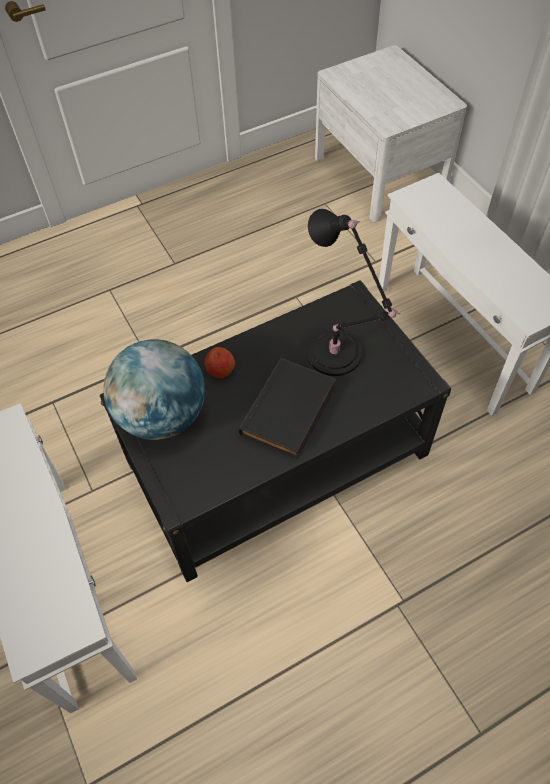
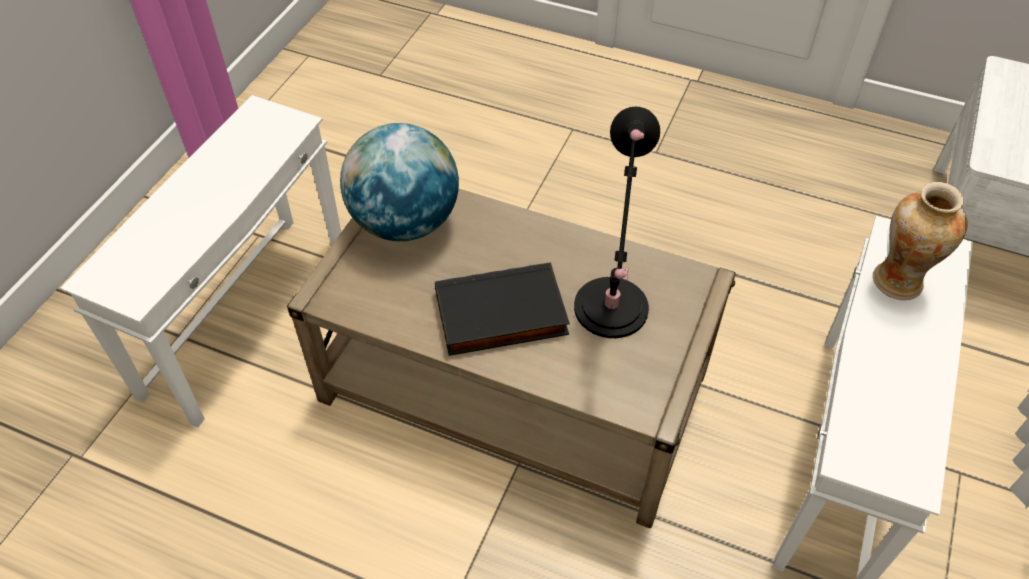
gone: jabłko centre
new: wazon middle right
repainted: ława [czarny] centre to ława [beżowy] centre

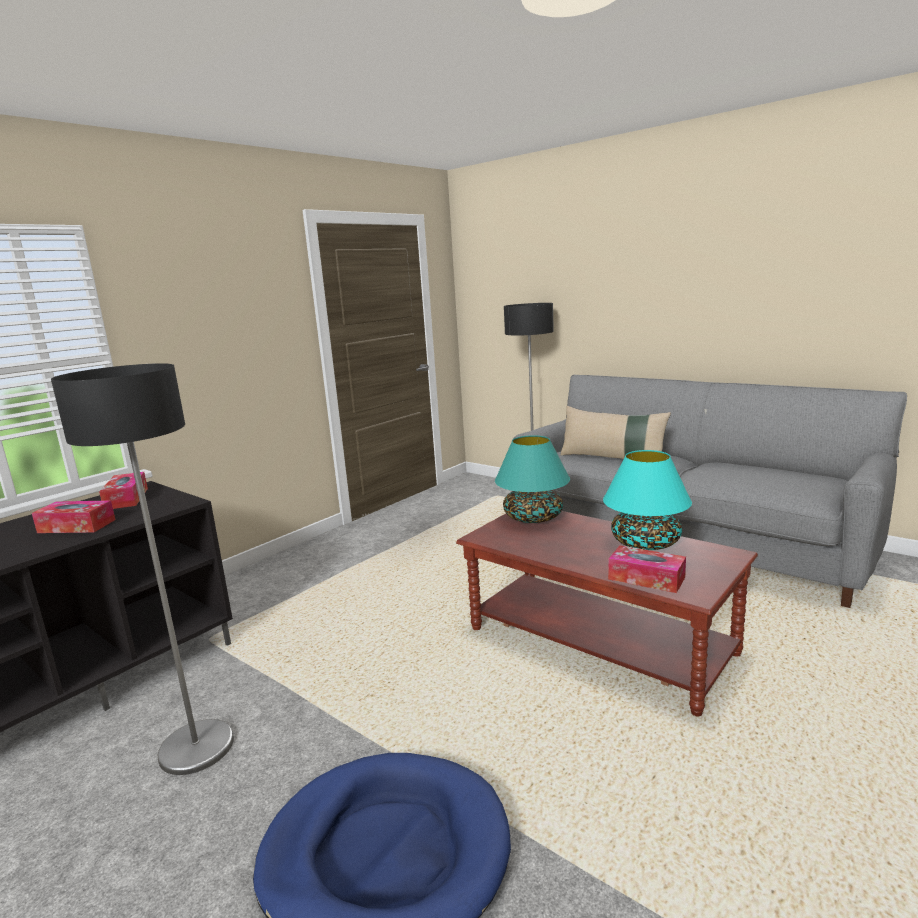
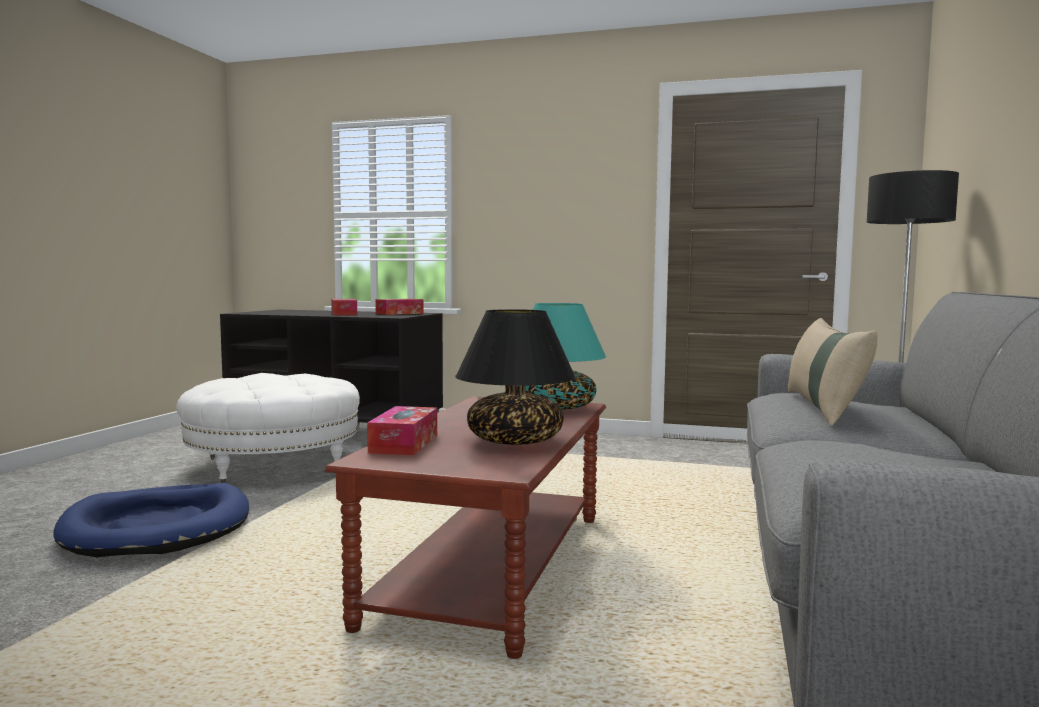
swapped: lampa stojąca (no. 1 from left) middle left to pufa [biały] middle left
repainted: lampa stołowa [turkusowy] (no. 2 from left) middle right to lampa stołowa [czarny] centre

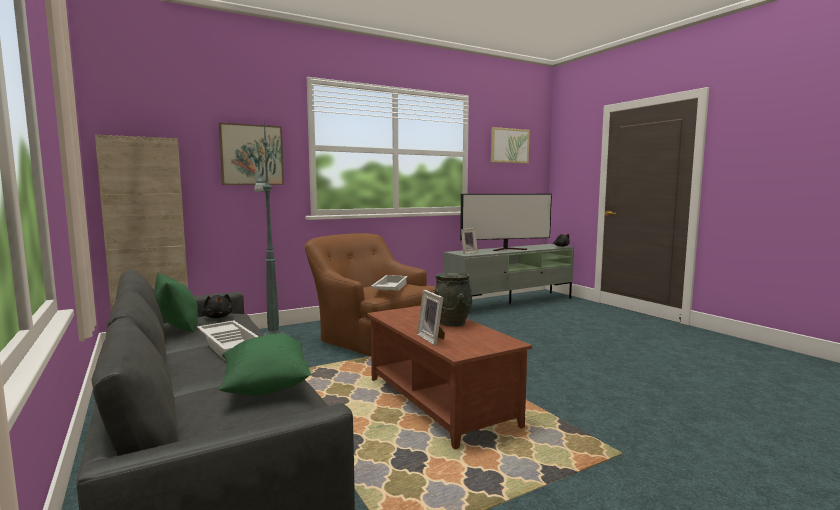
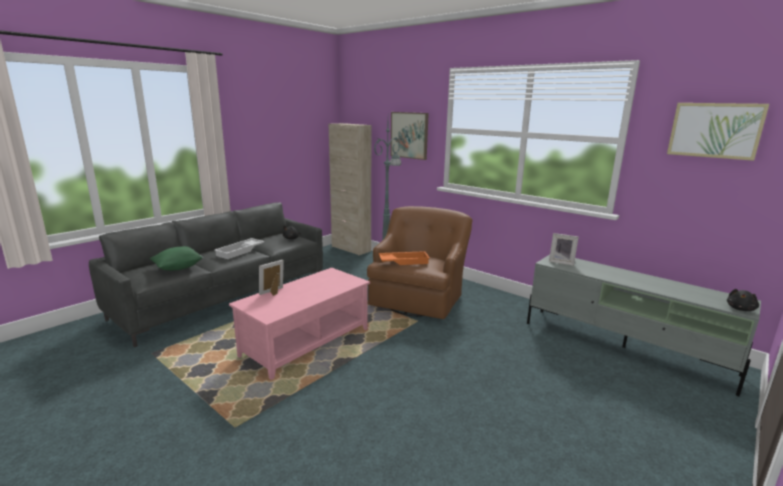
gone: telewizor centre; poduszka [zielony] (no. 1 from left) middle left; wazon [szary] centre
repainted: taca [biały] (no. 2 from left) centre to taca [pomarańczowy] centre; ława [brązowy] bottom centre to ława [różowy] bottom centre

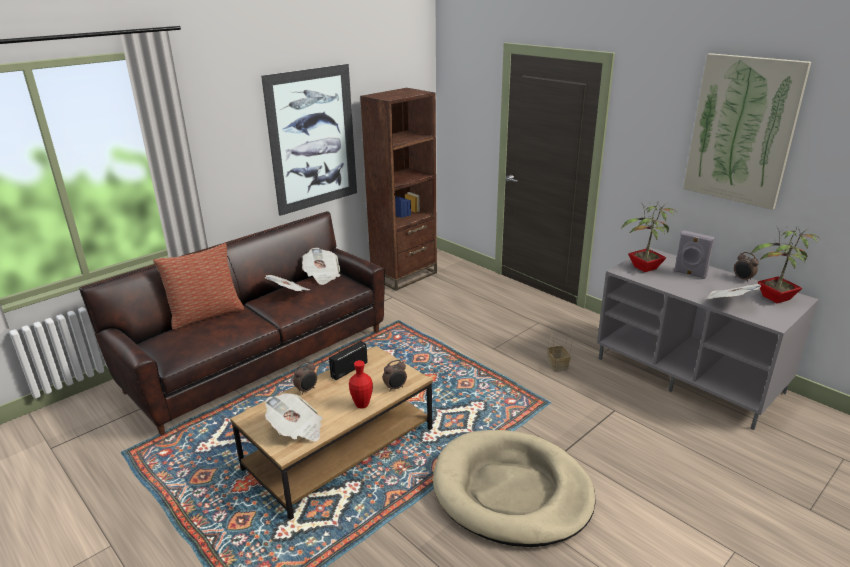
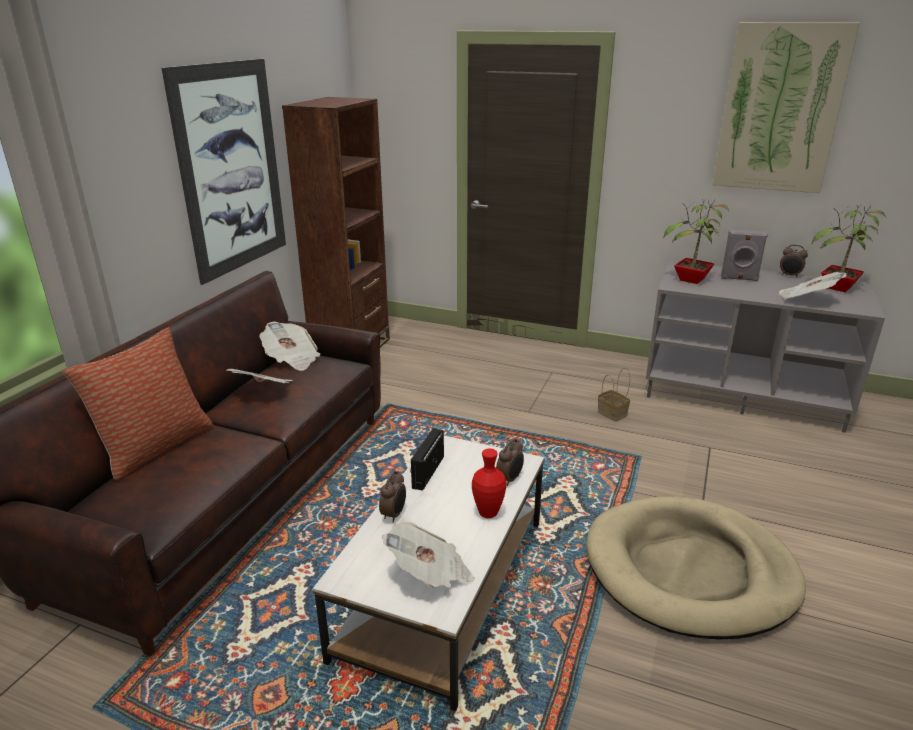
repainted: ława [brązowy] bottom centre to ława [biały] bottom centre

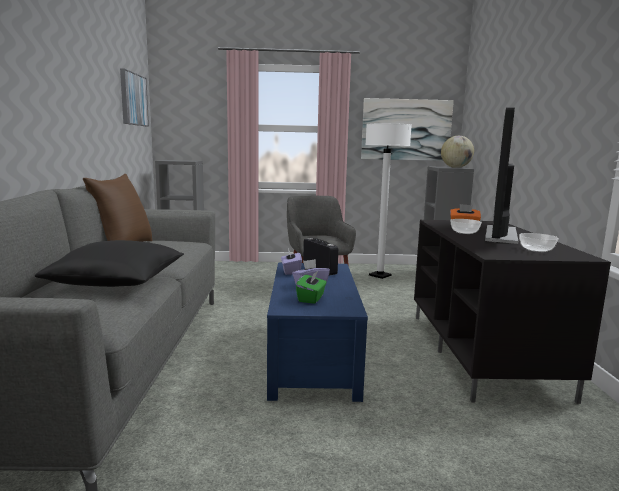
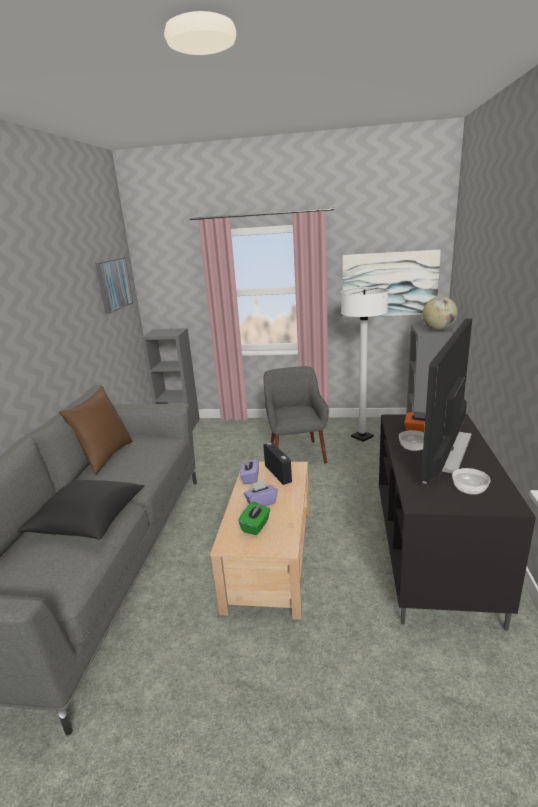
repainted: ława [niebieski] bottom centre to ława [beżowy] bottom centre

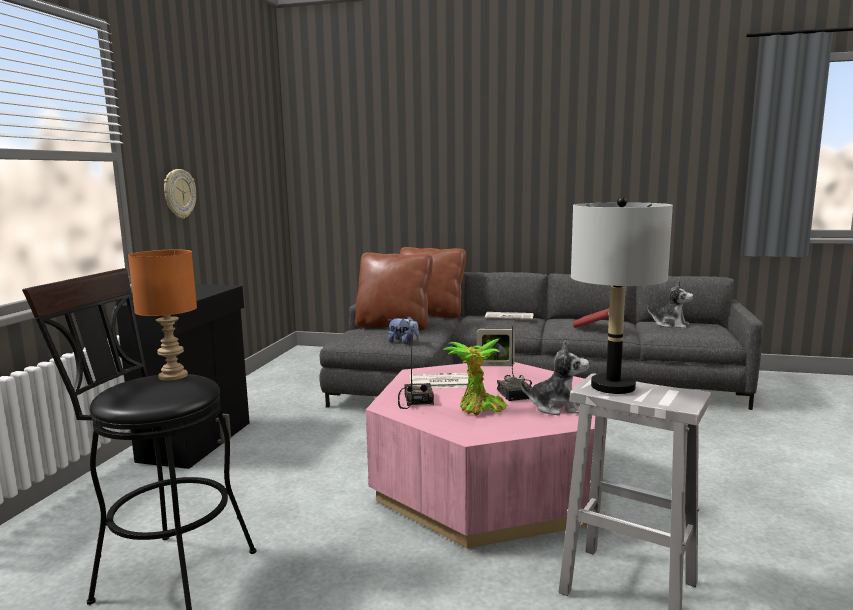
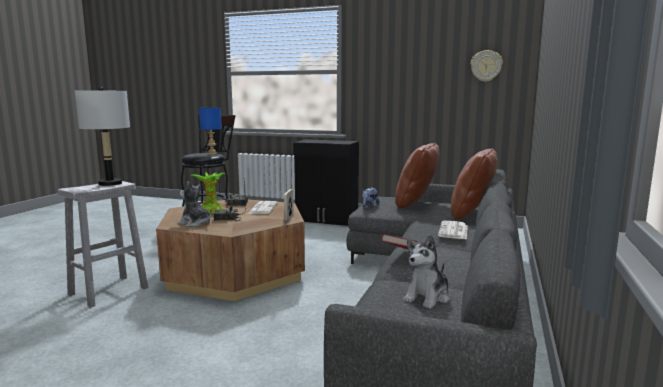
shifted: zegar ścienny top left to top right
repainted: lampa stołowa [pomarańczowy] middle left to lampa stołowa [niebieski] middle left; ława [różowy] bottom centre to ława [brązowy] centre
rotated: pluszak (no. 2 from left in the first image) centre = middle left 105 degrees clockwise

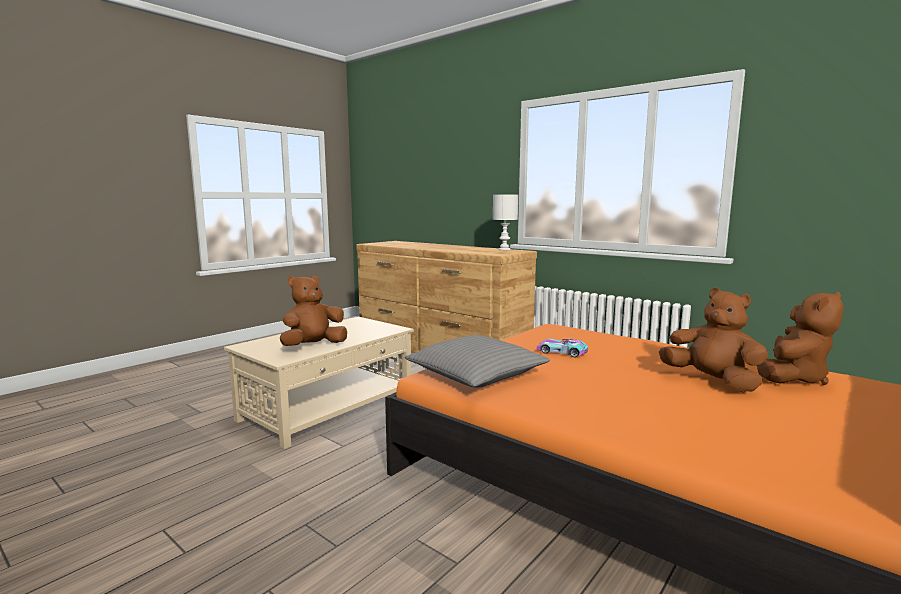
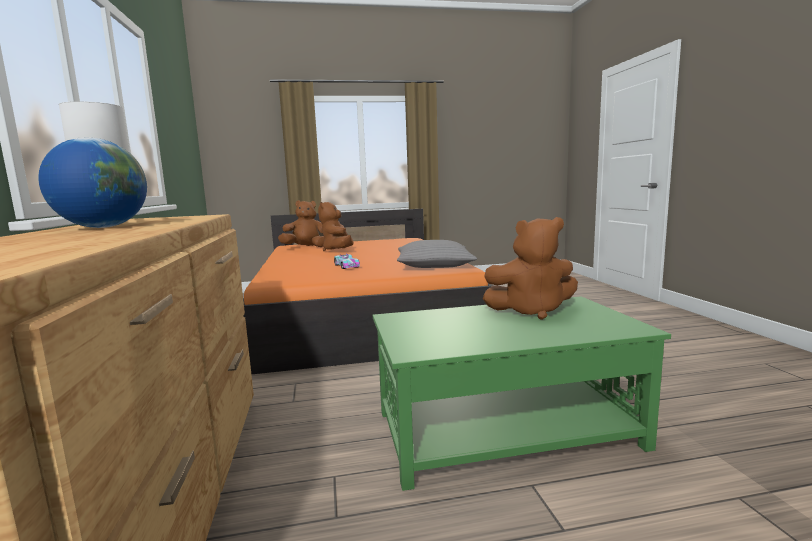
new: globus middle left
repainted: ława [beżowy] centre to ława [zielony] bottom centre

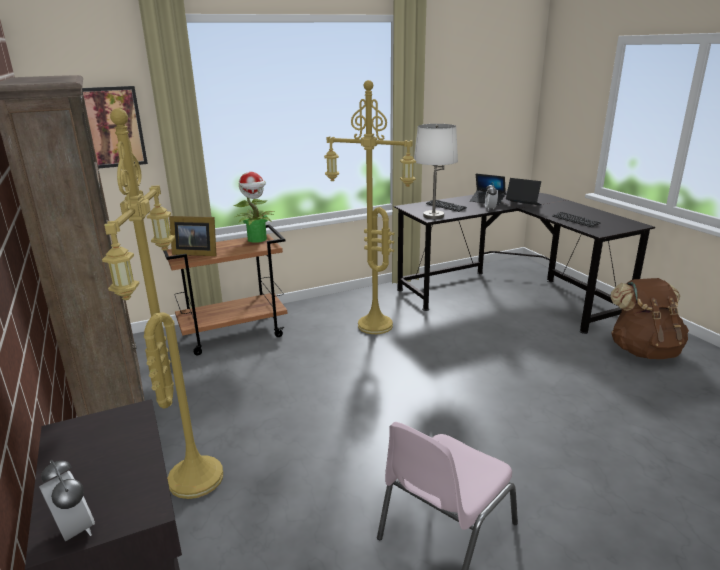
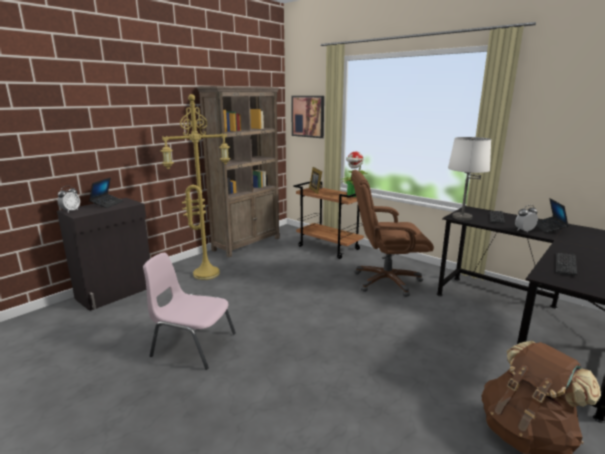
shifted: laptop (no. 2 from left in the first image) middle right to laptop (no. 1 from left) middle left
swapped: lampa stojąca [żółty] (no. 2 from left) centre to krzesło biurowe [brązowy] centre

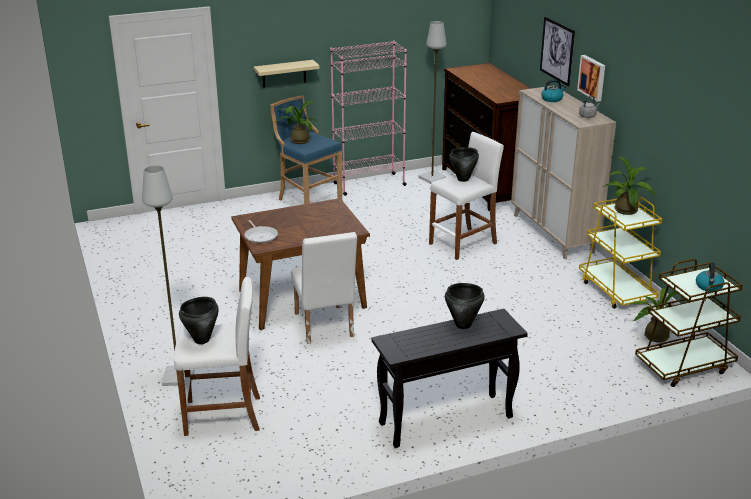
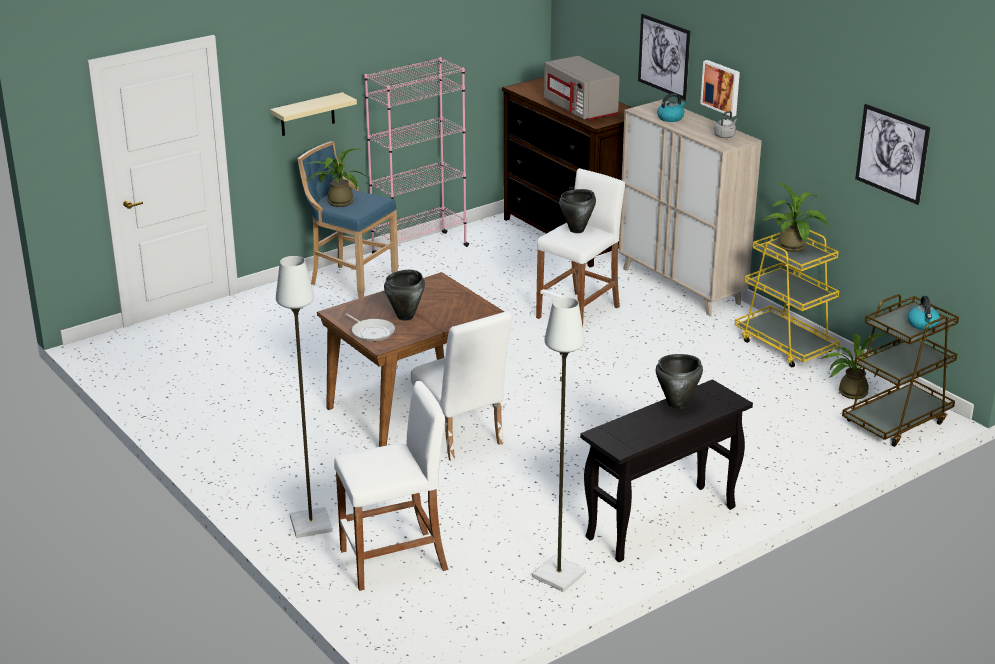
new: mikrofalówka [szary] top centre; obraz (no. 3 from left) top right
shifted: lampa stojąca [szary] (no. 2 from left) top centre to bottom centre; garnek [czarny] (no. 1 from left) middle left to centre

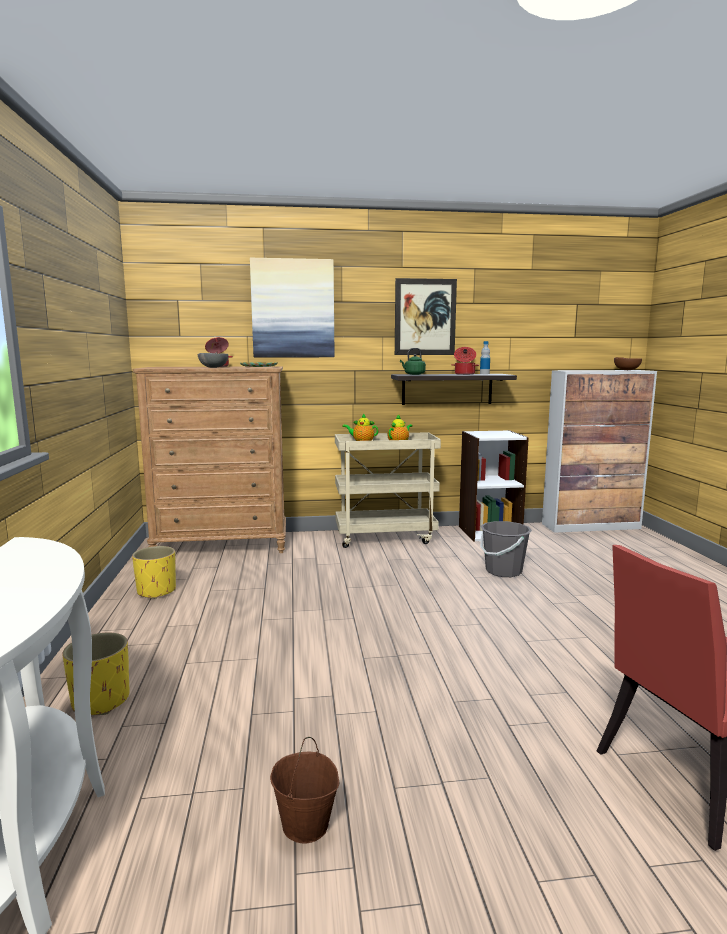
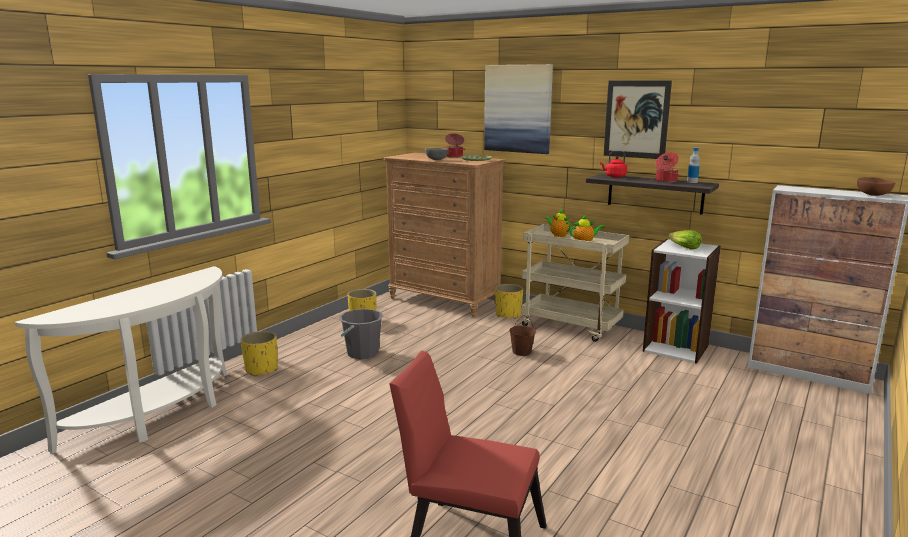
new: sałata middle right; donica [żółty] (no. 3 from left) centre
shifted: wiadro [szary] middle right to centre; wiadro [brązowy] bottom centre to centre
repainted: czajnik [zielony] centre to czajnik [czerwony] top right

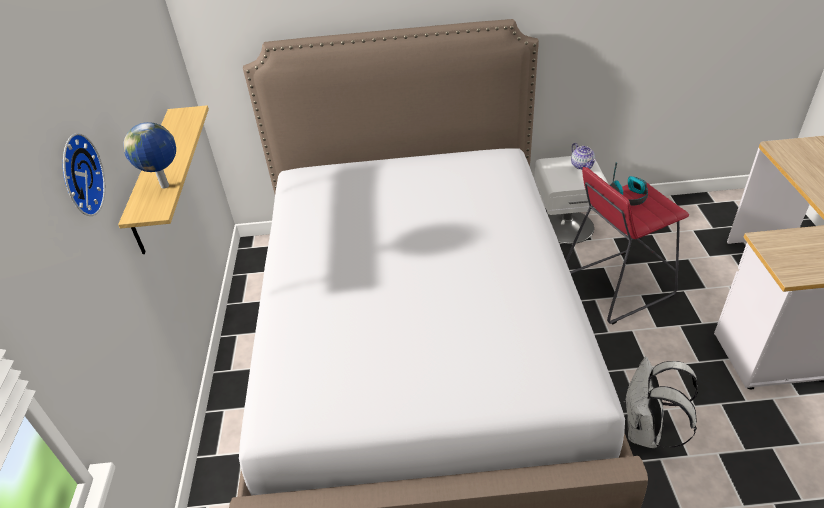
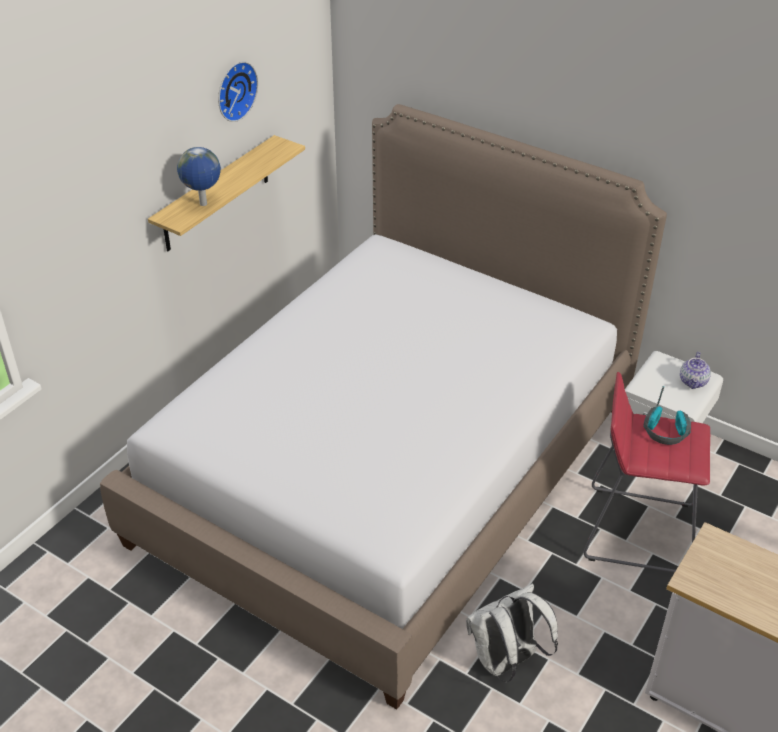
shifted: zegar ścienny middle left to top left

